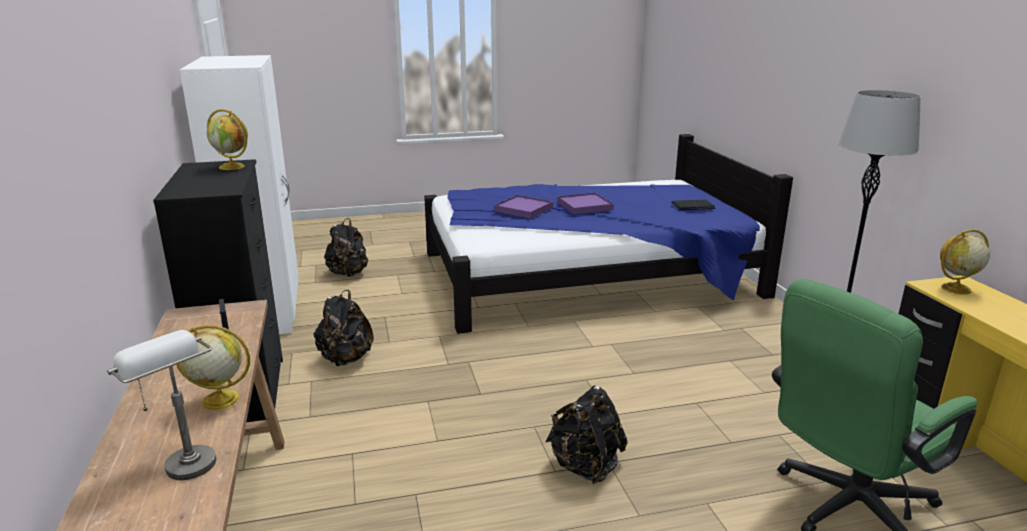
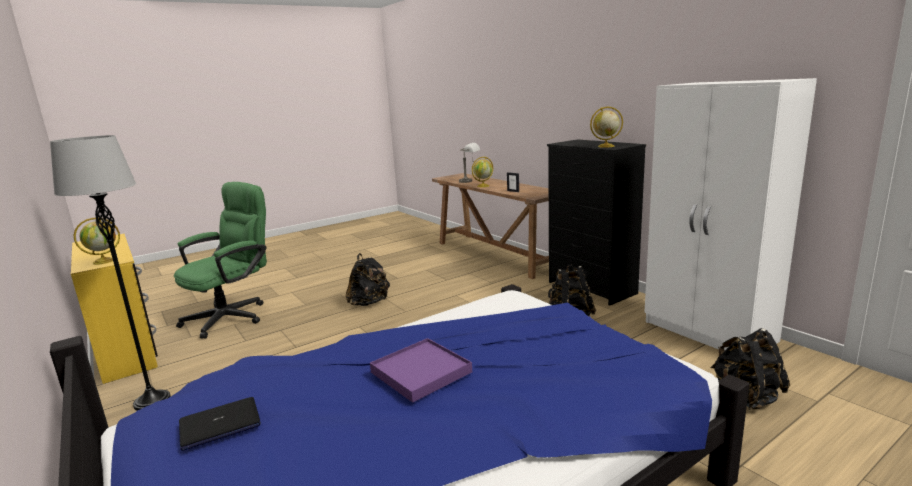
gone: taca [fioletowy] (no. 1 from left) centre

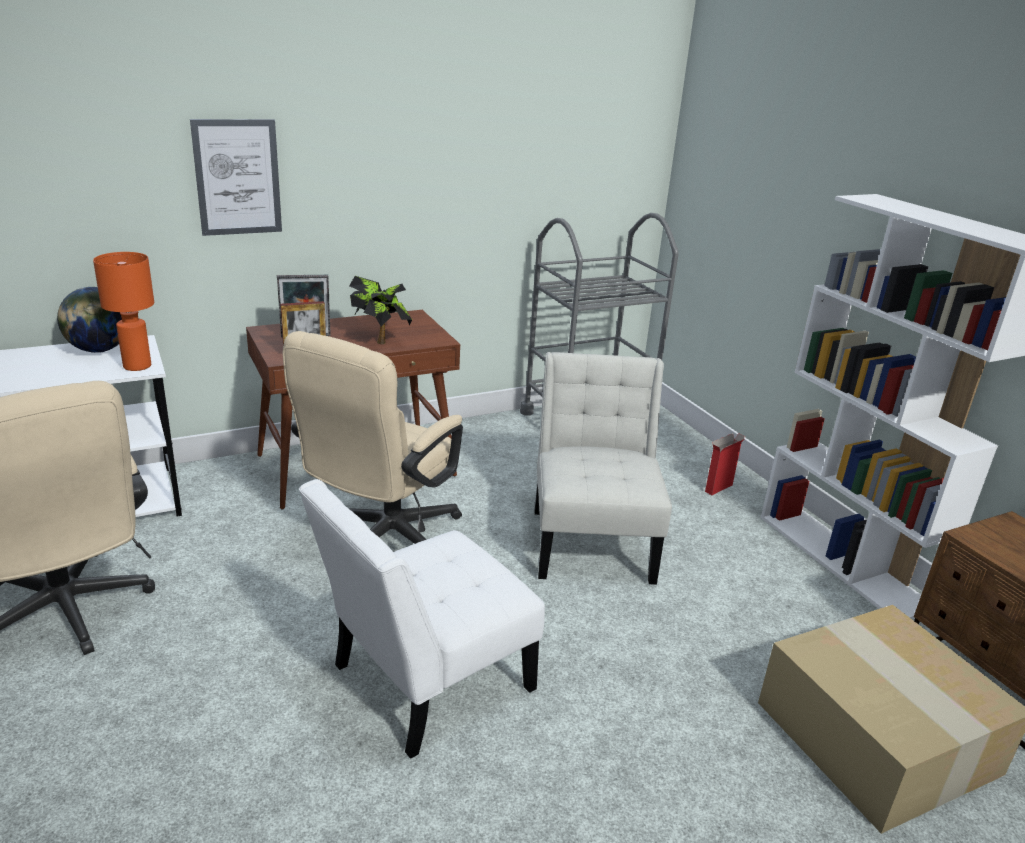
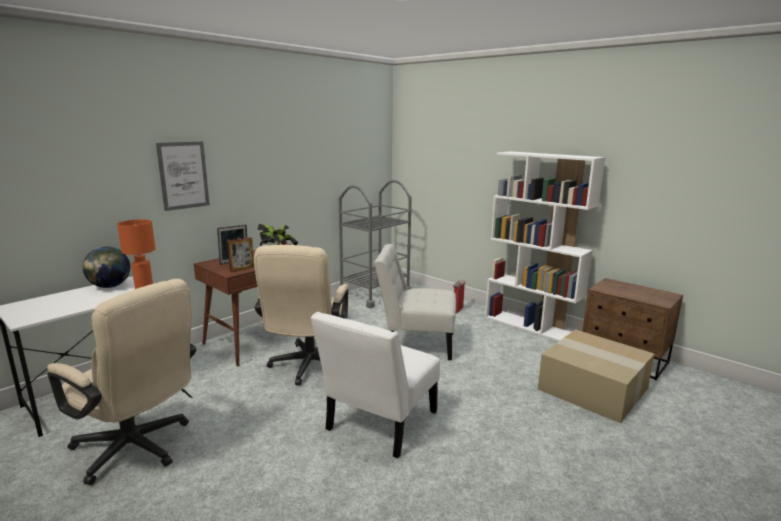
rotated: krzesło [biały] (no. 2 from left) centre = centre 60 degrees counterclockwise

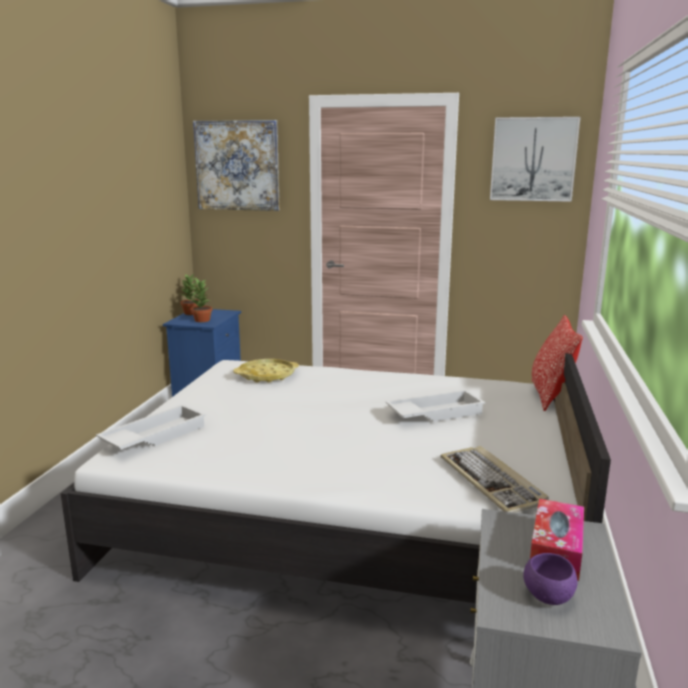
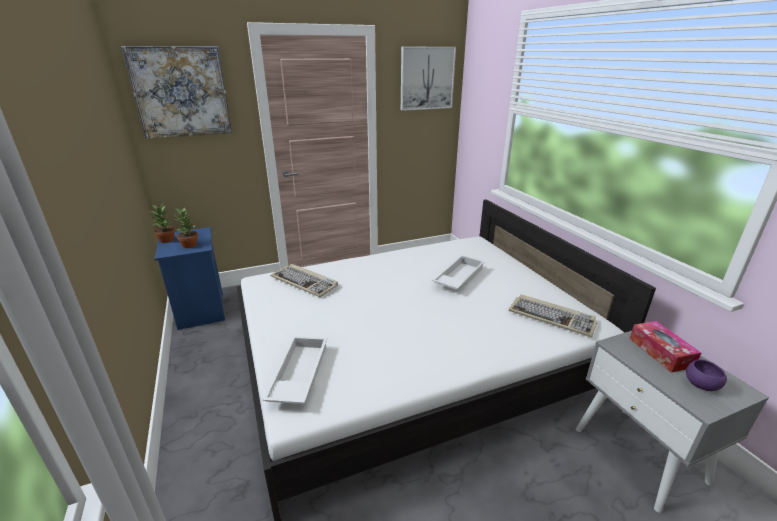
gone: poduszka middle right
swapped: taca [żółty] centre to klawiatura (no. 1 from left) centre

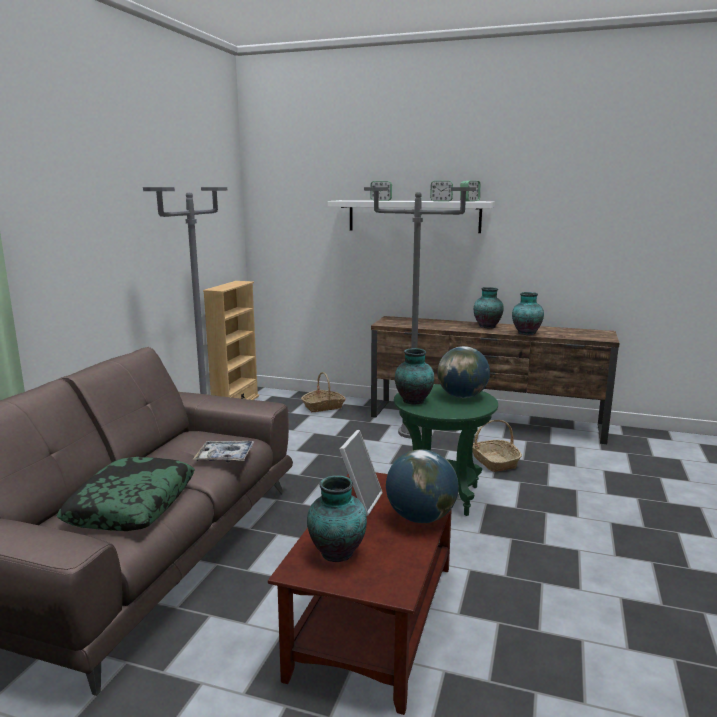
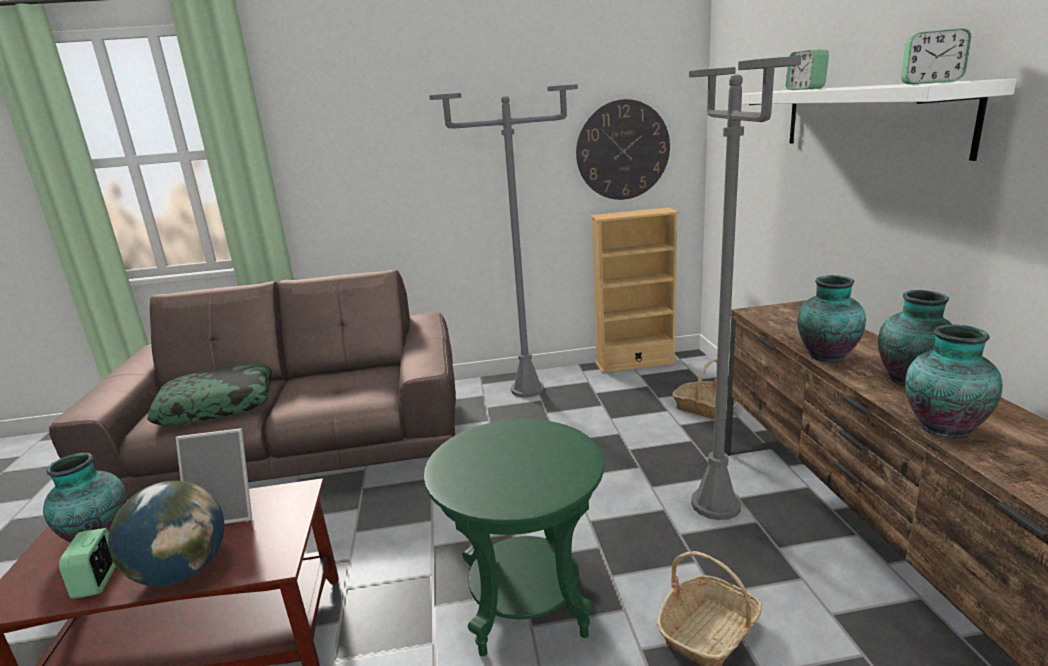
gone: globus (no. 2 from left) centre; taca middle left
new: zegar ścienny top centre
shifted: budzik (no. 2 from left in the first image) top centre to budzik (no. 1 from left) bottom left; wazon (no. 2 from left) centre to middle right

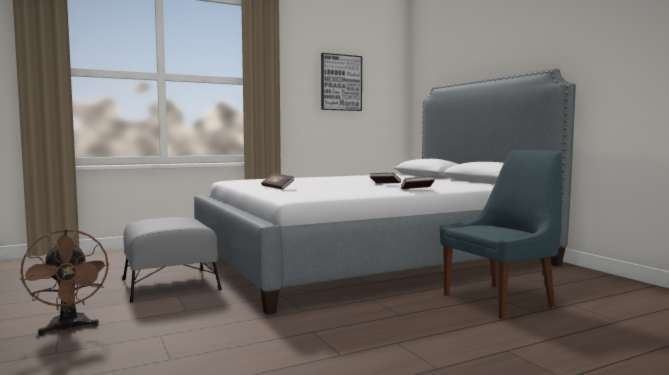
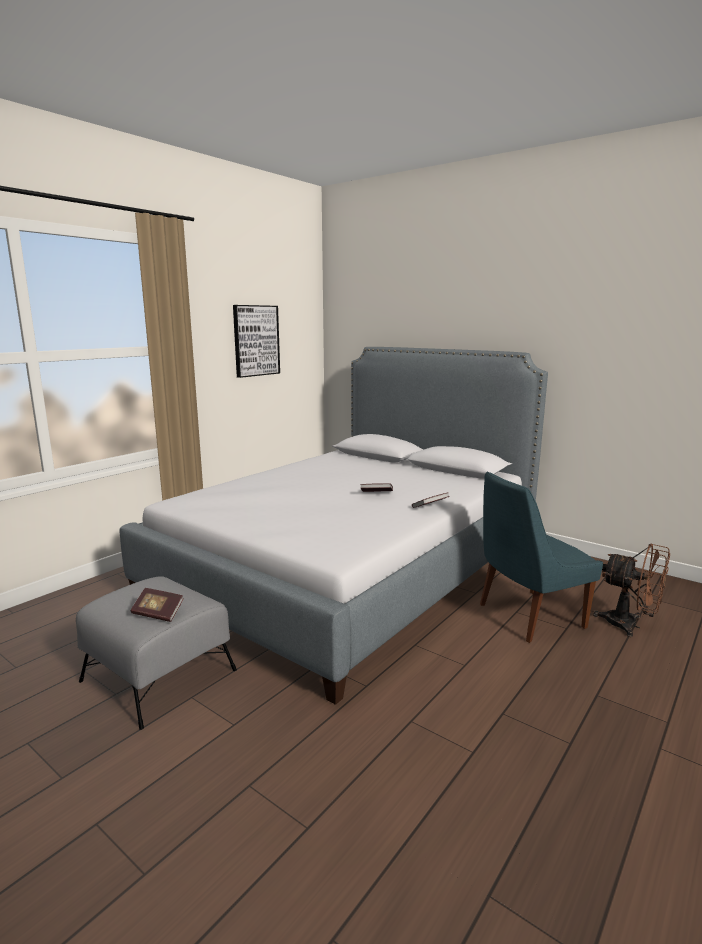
shifted: książka (no. 1 from left) centre to middle left; wentylator [brązowy] bottom left to middle right
rotated: krzesło [niebieski] middle right = middle right 150 degrees counterclockwise

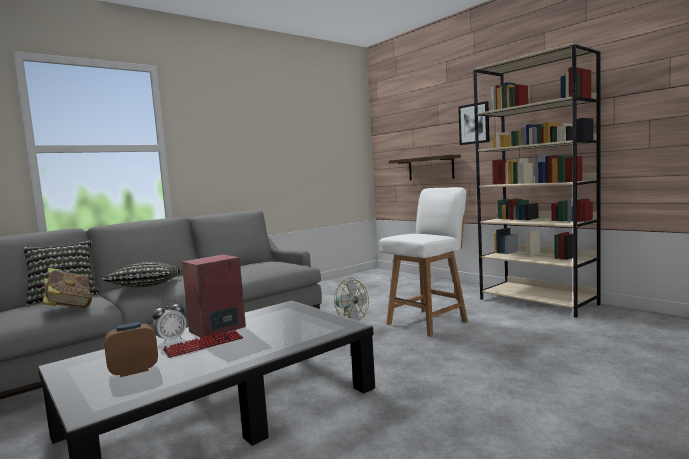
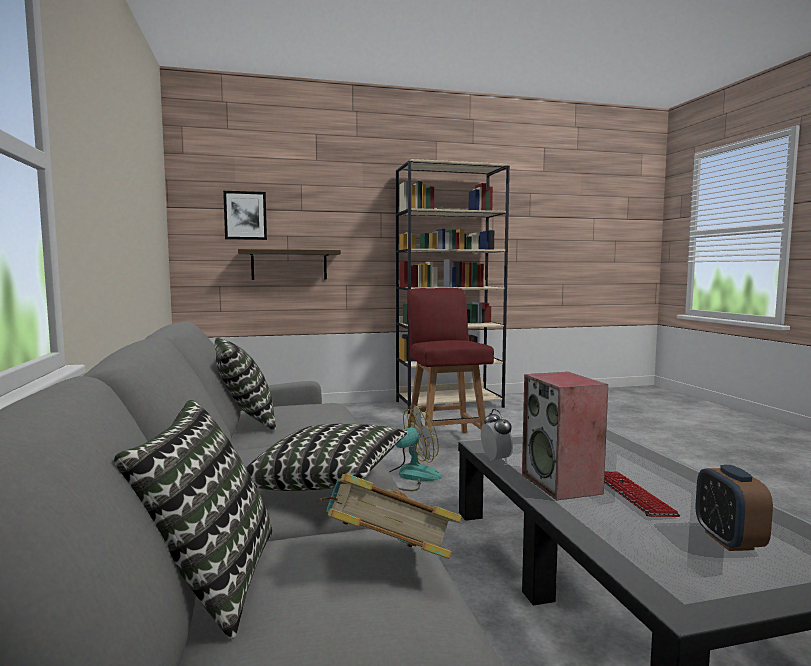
new: poduszka (no. 2 from left) middle left
shifted: obraz top right to top left; budzik (no. 2 from left in the first image) bottom left to budzik (no. 1 from left) centre
repainted: krzesło [biały] centre to krzesło [czerwony] centre

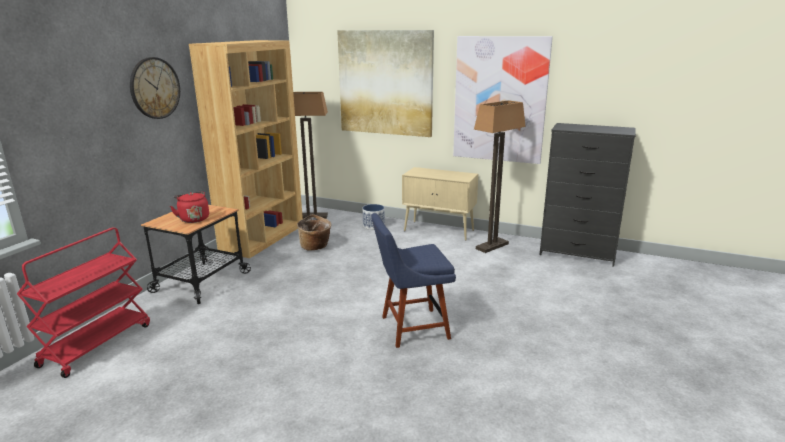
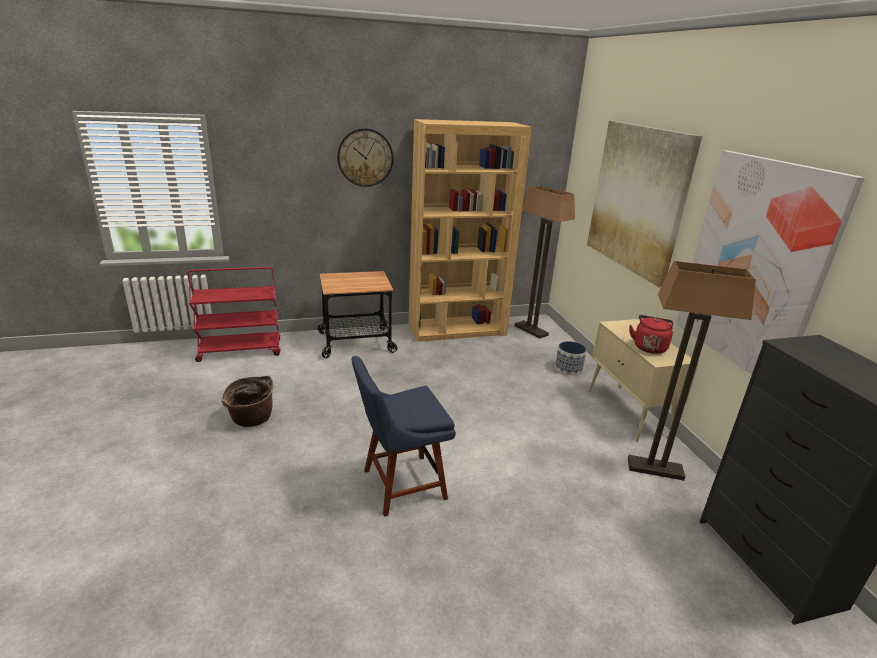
shifted: czajnik [czerwony] middle left to middle right; koszyk centre to middle left
rotated: krzesło [niebieski] centre = centre 60 degrees counterclockwise

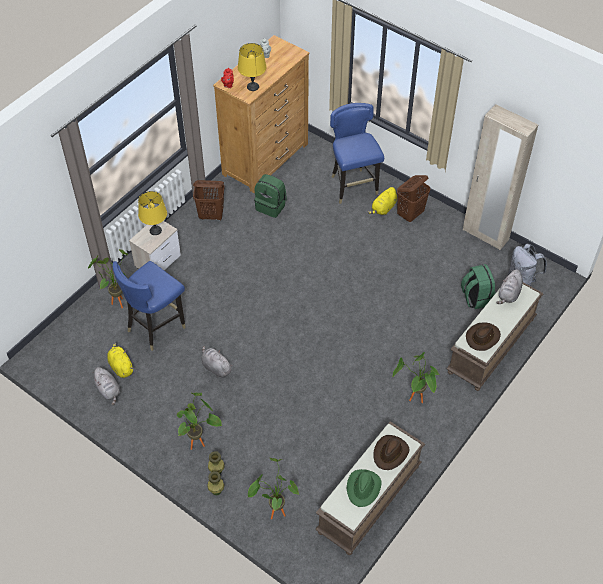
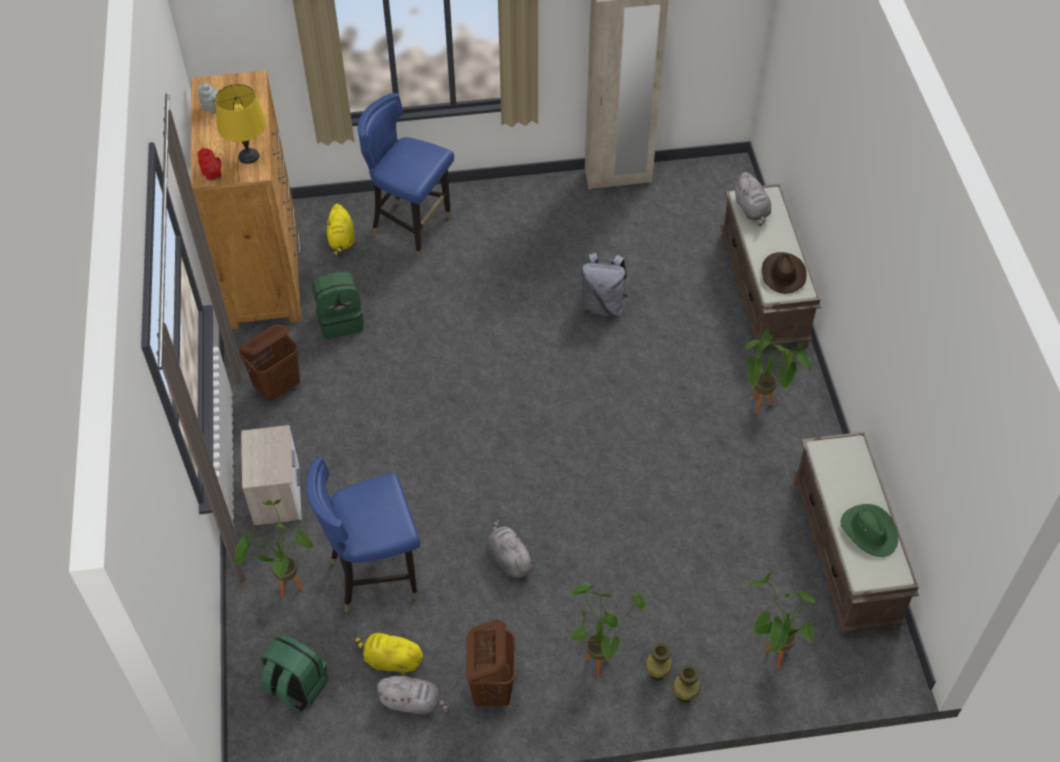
gone: lampa stołowa [żółty] (no. 1 from left) middle left; kapelusz [brązowy] (no. 1 from left) bottom centre
shifted: kosz na pranie [brązowy] (no. 2 from left) middle right to bottom centre; pluszak [żółty] (no. 2 from left in the first image) centre to pluszak [żółty] (no. 1 from left) top left; plecak [szary] middle right to centre; plecak [zielony] (no. 2 from left in the first image) middle right to plecak [zielony] (no. 1 from left) bottom left
rotated: krzesło [niebieski] (no. 1 from left) middle left = bottom centre 75 degrees clockwise; pluszak [szary] (no. 2 from left) centre = bottom centre 60 degrees clockwise

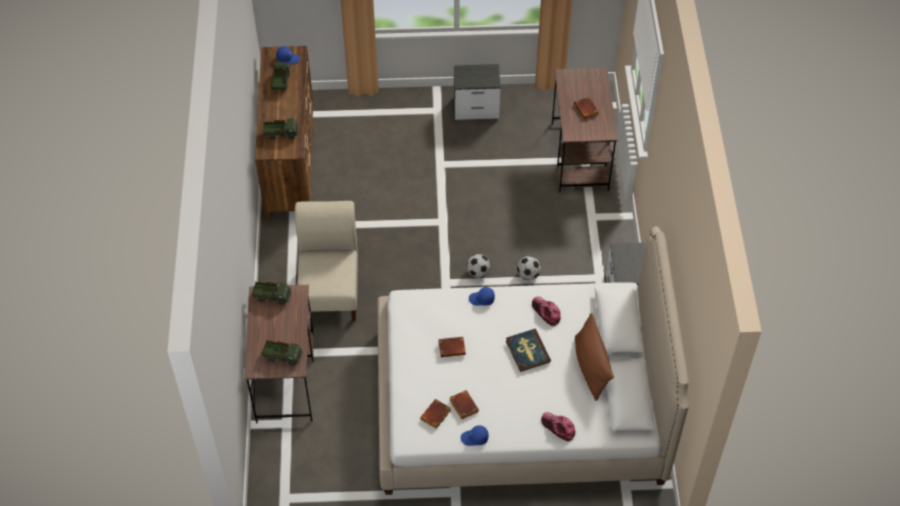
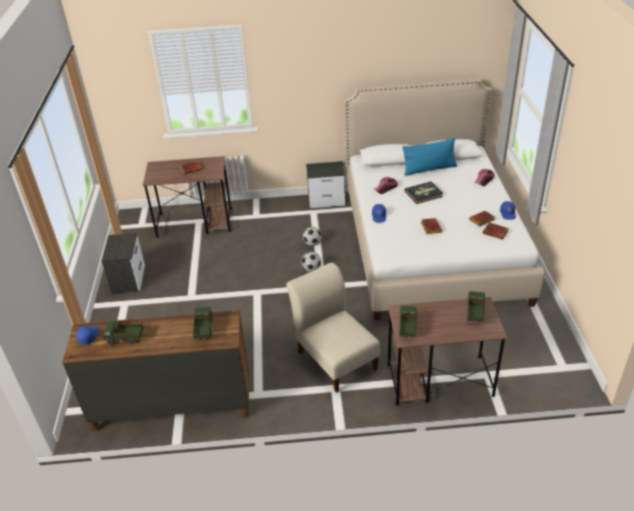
repainted: poduszka [brązowy] bottom centre to poduszka [niebieski] top right
rotated: krzesło [beżowy] centre = centre 60 degrees clockwise

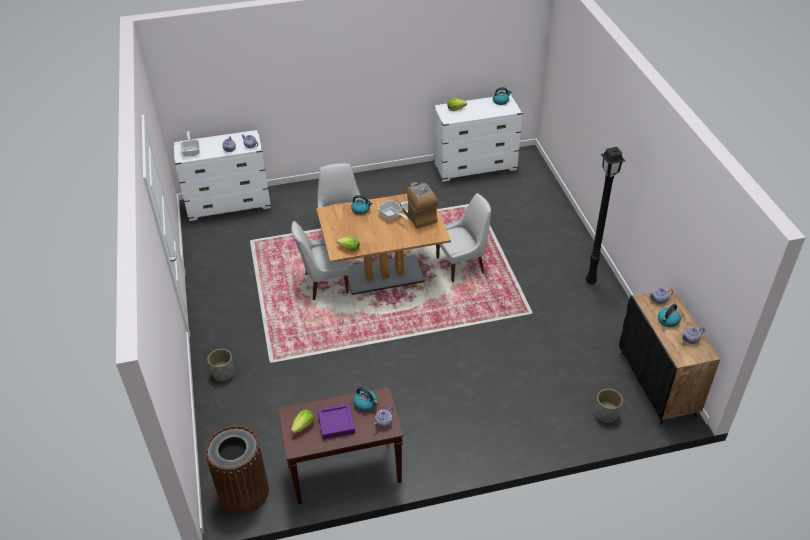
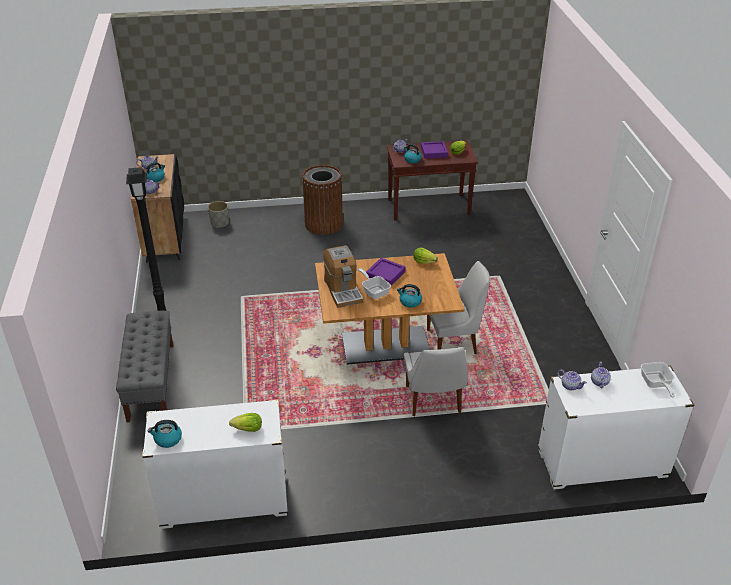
gone: krzesło [biały] (no. 3 from left) centre; donica [szary] (no. 1 from left) bottom left
new: taca [fioletowy] (no. 1 from left) centre; ławka [szary] middle left
shifted: kosz na śmieci [brązowy] bottom left to centre

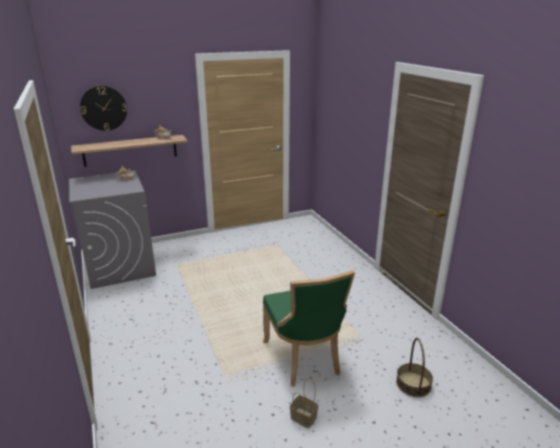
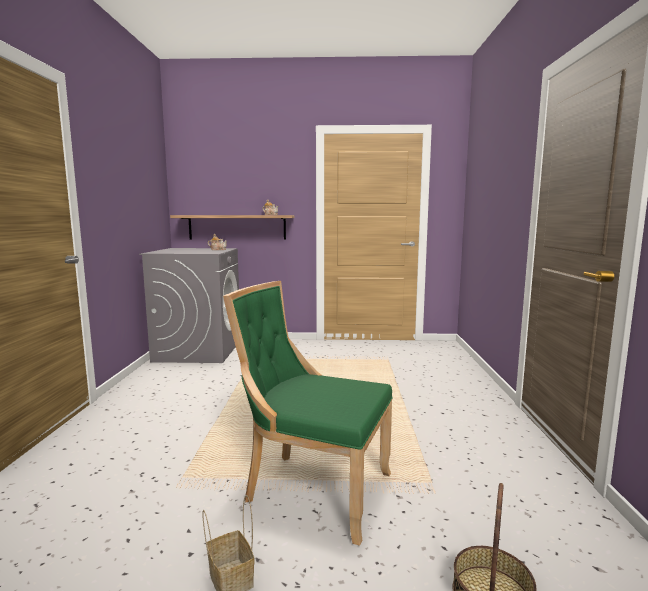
gone: zegar ścienny top left
rotated: krzesło [zielony] bottom centre = bottom centre 105 degrees clockwise

